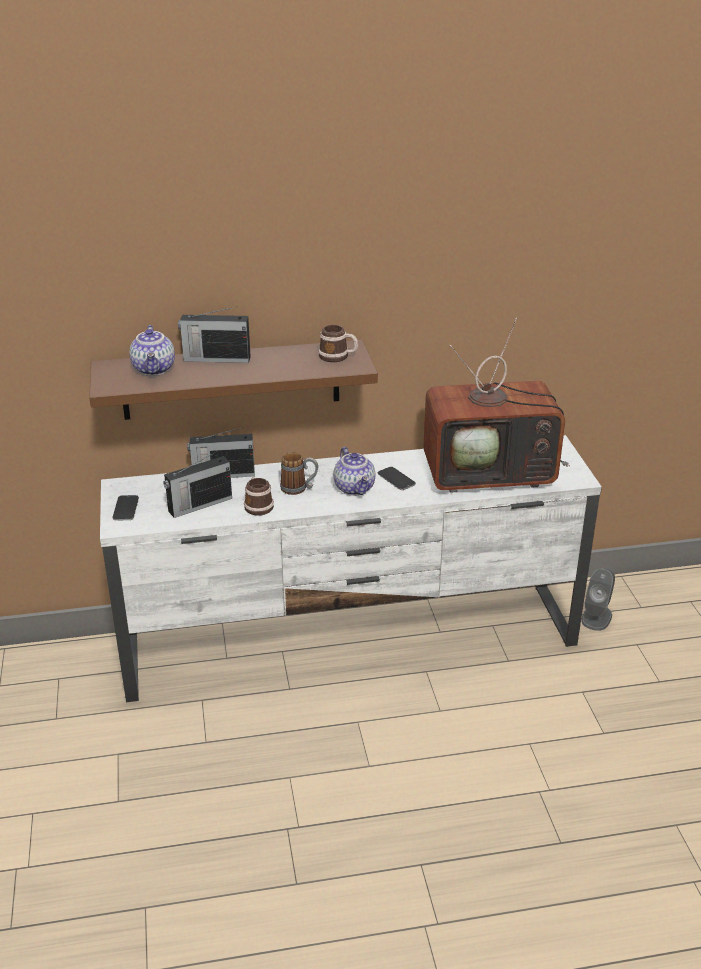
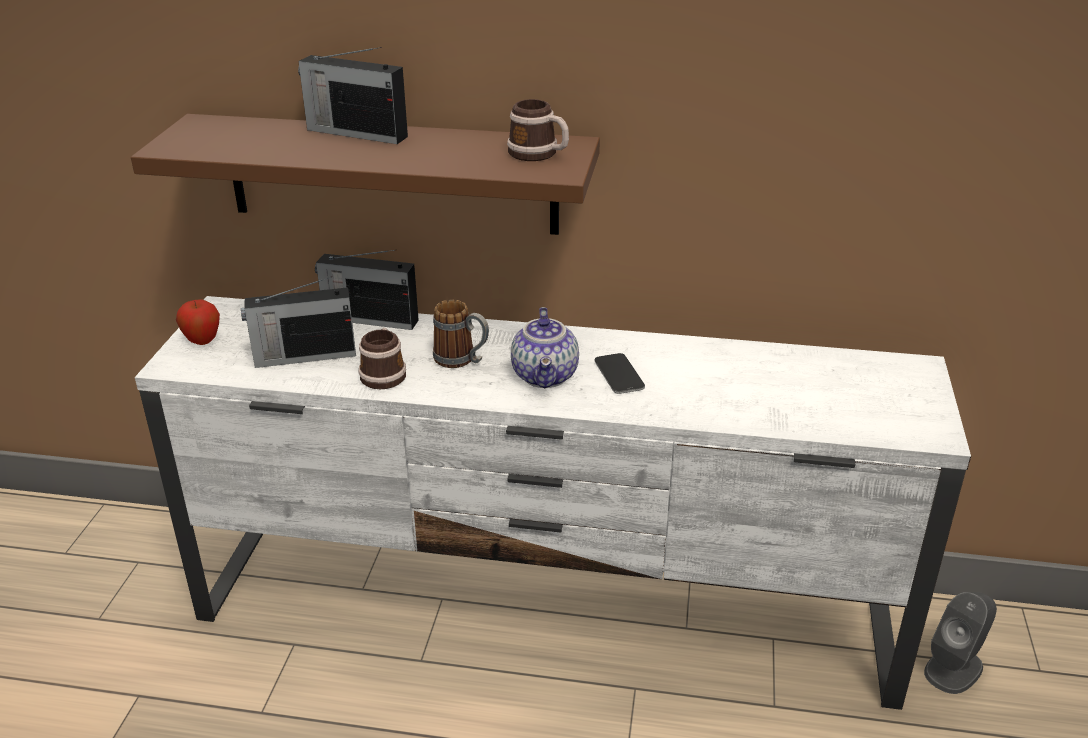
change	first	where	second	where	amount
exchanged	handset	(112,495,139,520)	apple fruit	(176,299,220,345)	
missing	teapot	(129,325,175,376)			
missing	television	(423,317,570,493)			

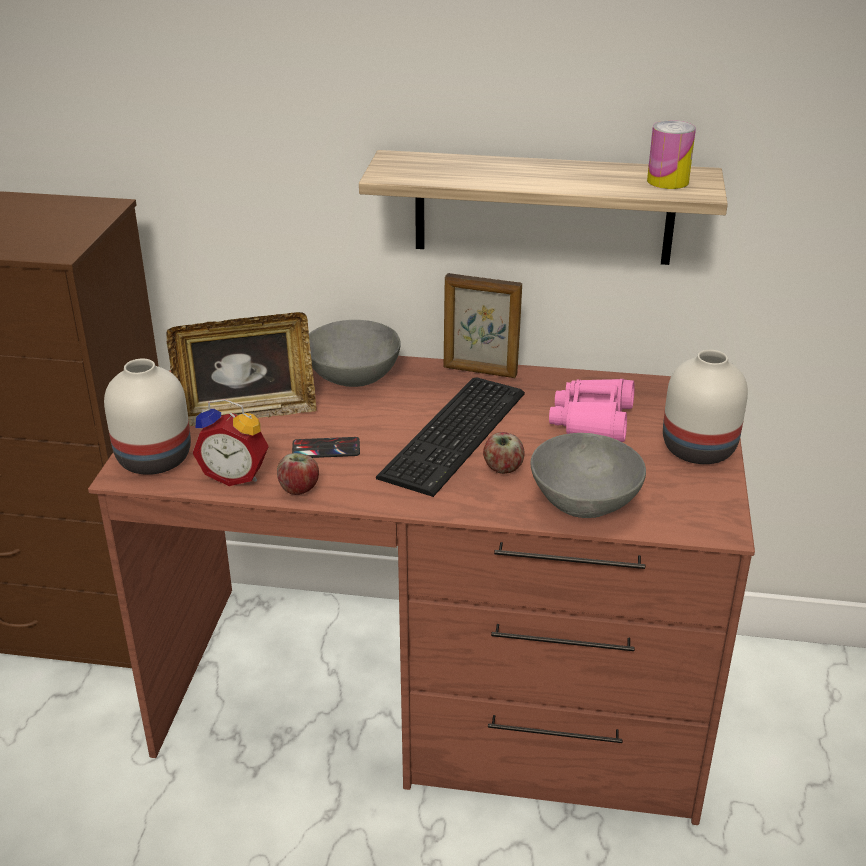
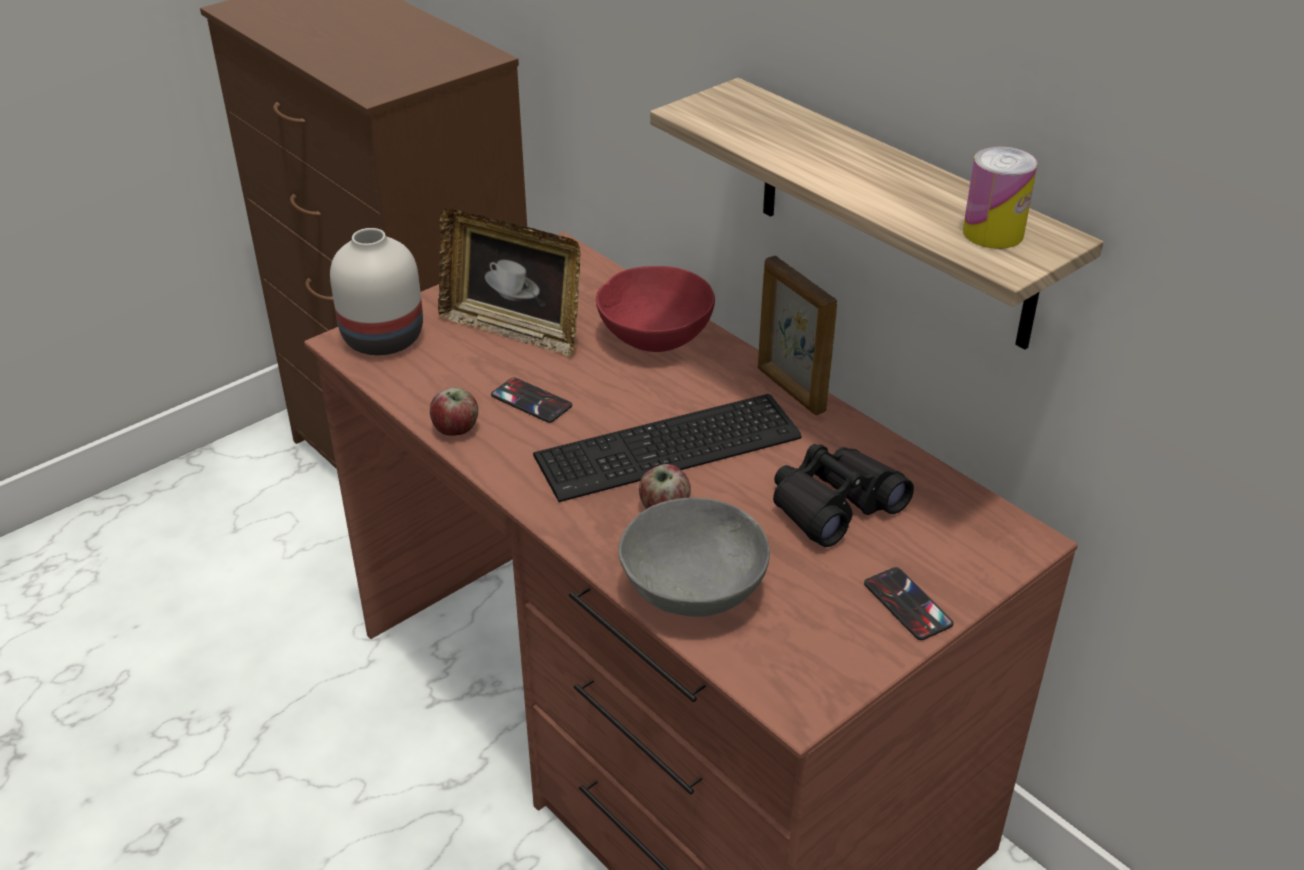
change	first	where	second	where	amount
colour	gray bowl	(309,320,401,387)	reddish bowl	(596,266,715,352)	
colour	pinkish binoculars	(549,379,634,442)	black-coloured binoculars	(773,444,914,547)	
exchanged	white vase	(663,350,748,464)	handset	(864,567,954,640)	
missing	table clock	(193,399,269,486)			

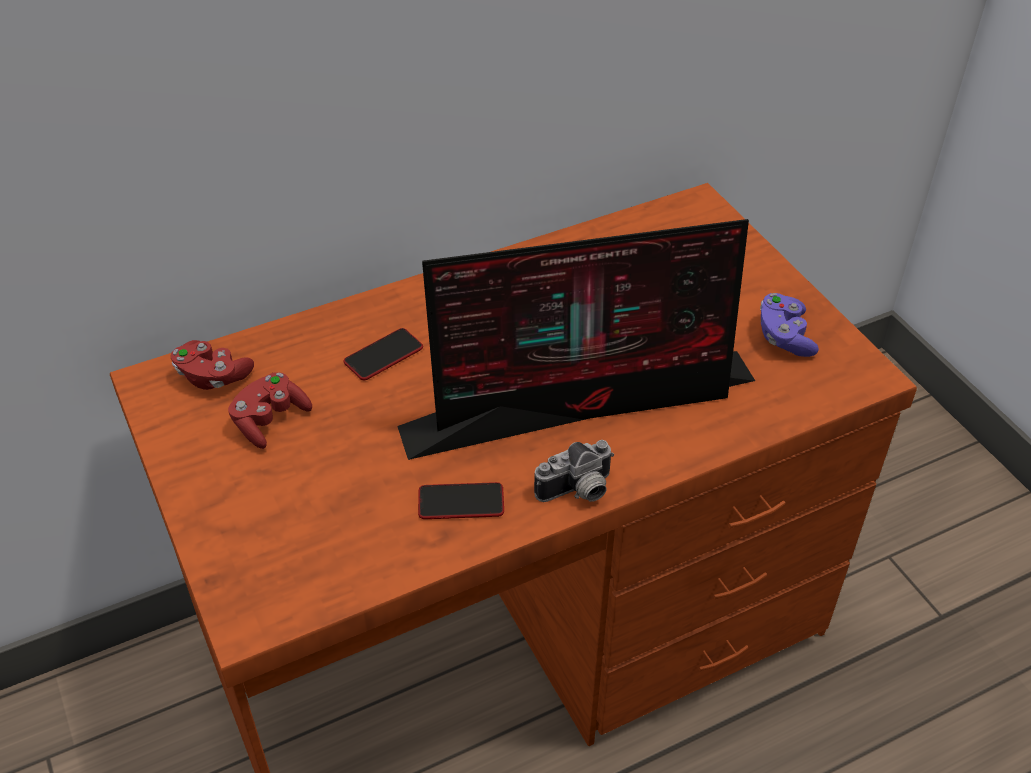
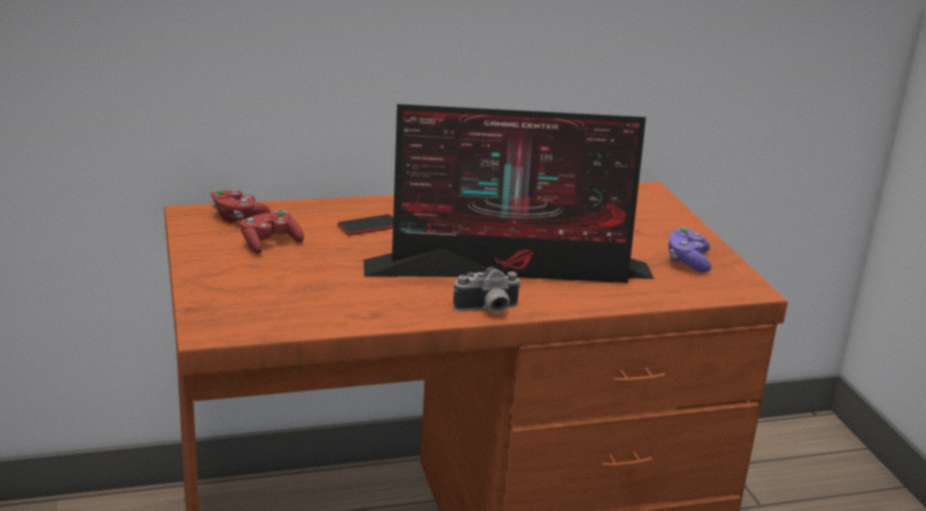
change	first	where	second	where	amount
missing	handset	(418,482,504,519)			

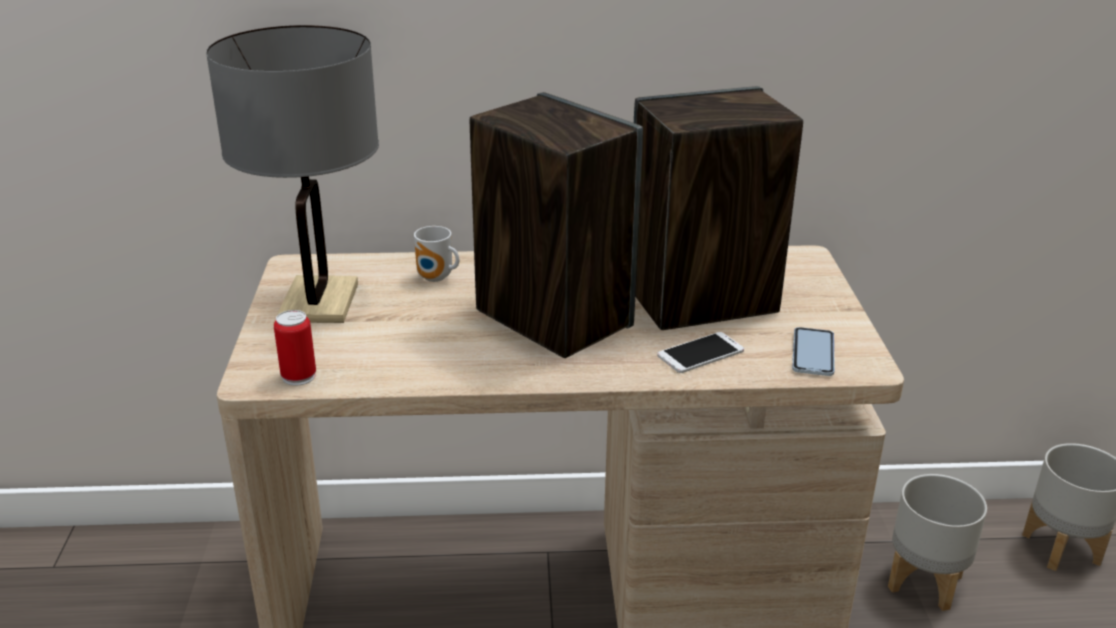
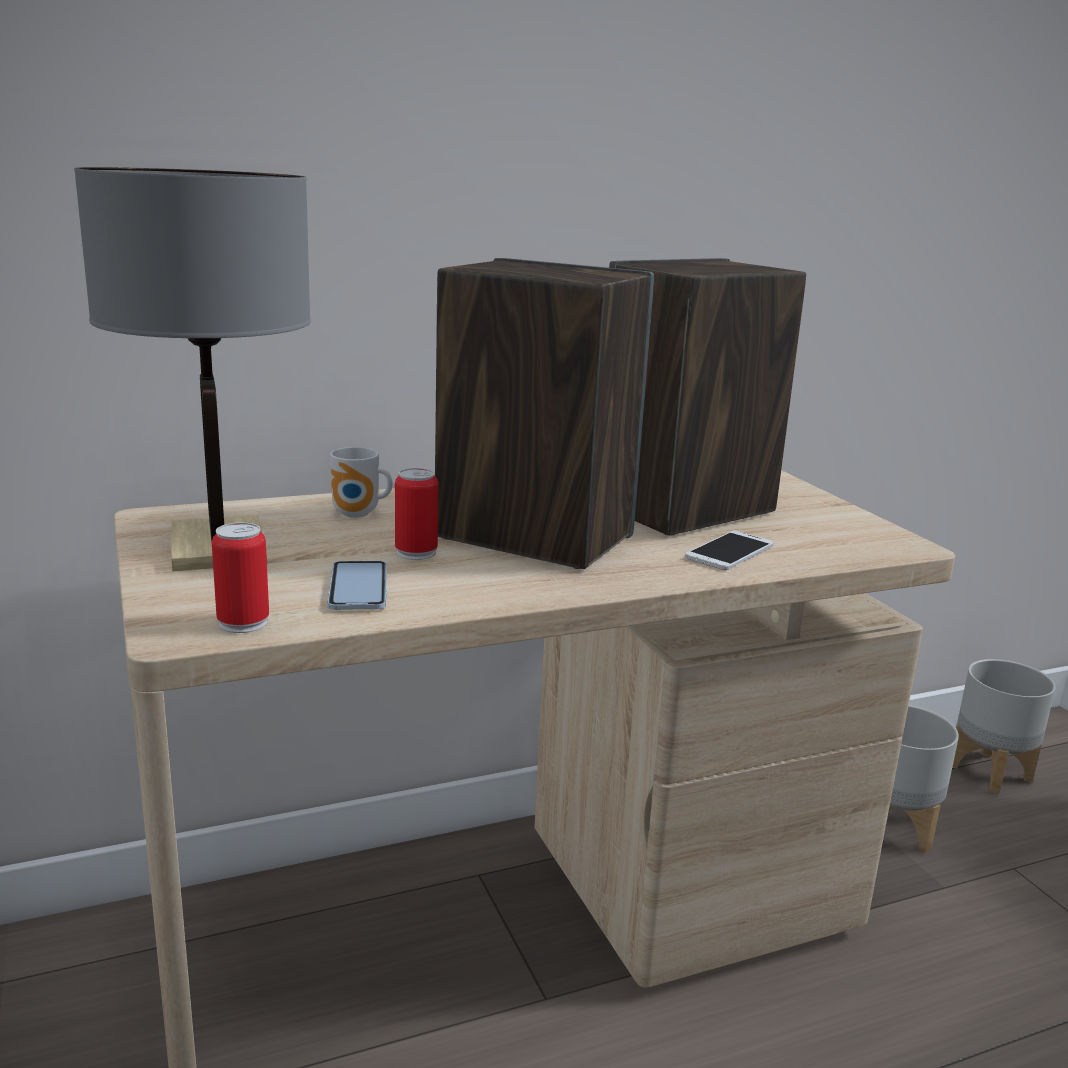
change	first	where	second	where	amount
relocated	handset	(792,327,835,376)		(327,561,387,610)	
appeared			metal can	(395,468,438,560)	

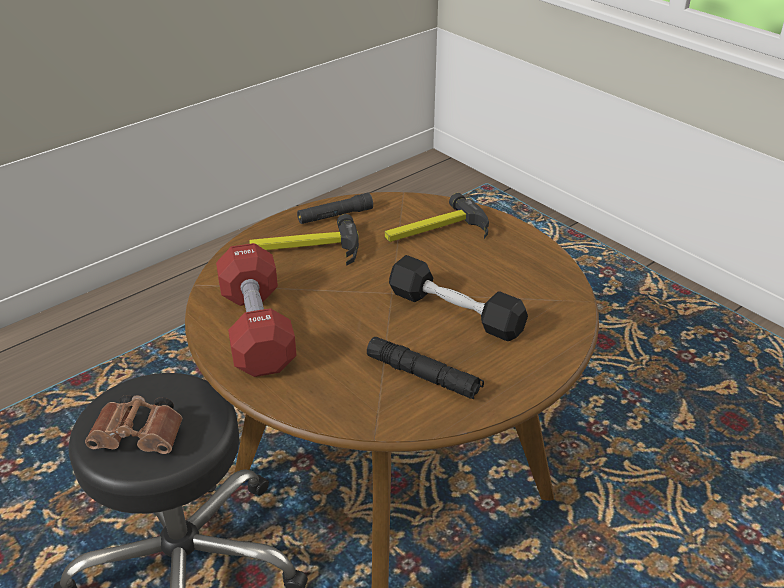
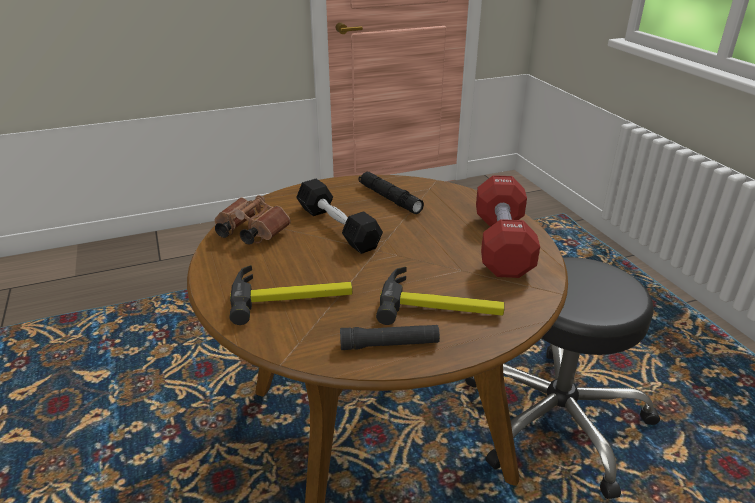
change	first	where	second	where	amount
relocated	brown binoculars	(85,395,182,454)		(215,195,291,245)	

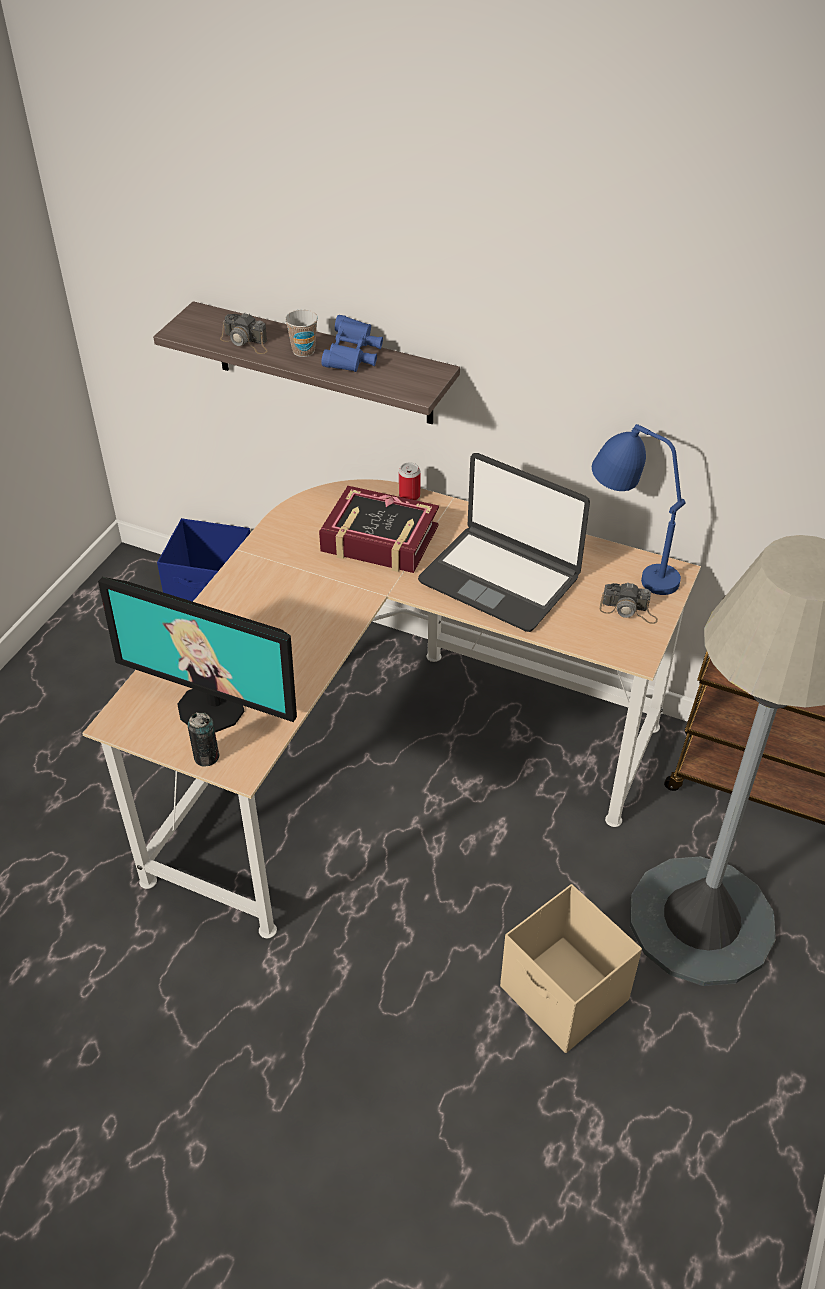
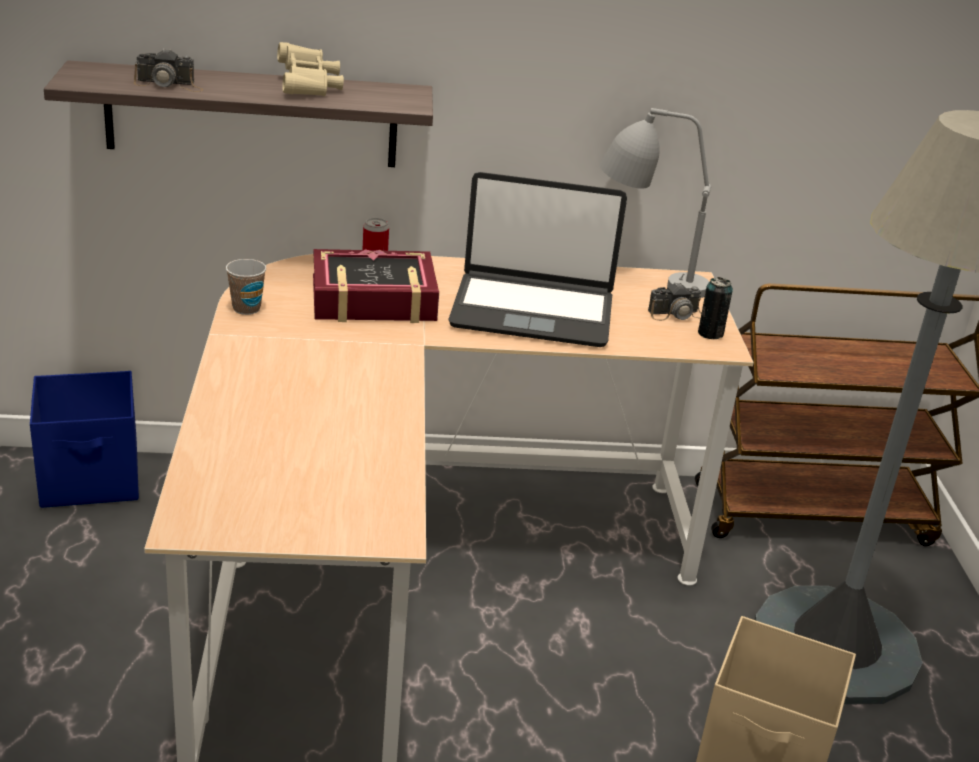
change	first	where	second	where	amount
relocated	cup	(285,309,318,357)		(226,259,267,315)	
colour	blue binoculars	(321,315,383,372)	sand-coloured binoculars	(277,42,344,96)	
colour	blue tabletop lamp	(592,424,686,595)	gray tabletop lamp	(599,108,711,298)	
relocated	metal can	(188,712,219,767)		(698,277,733,339)	
missing	computer screen	(98,577,297,732)			

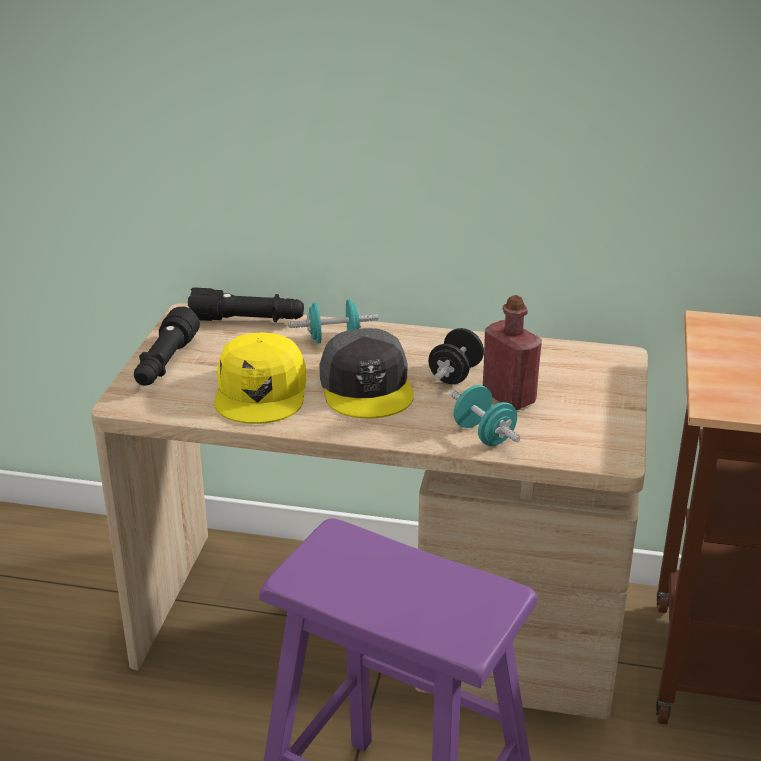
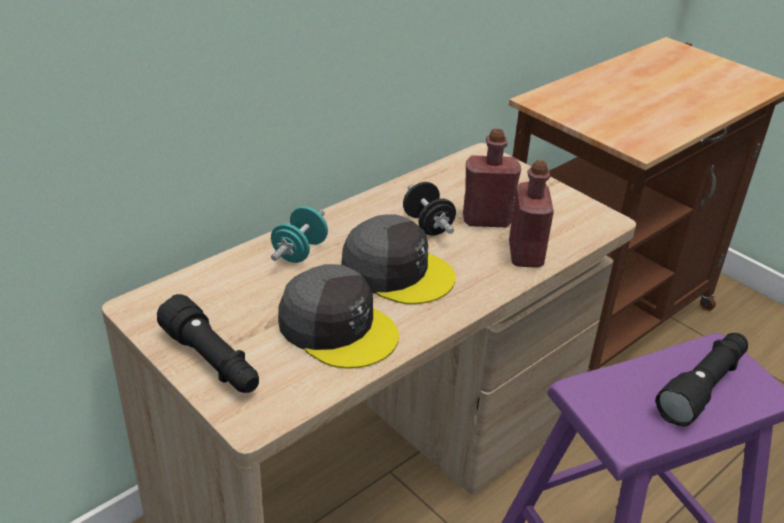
change	first	where	second	where	amount
colour	yellow-coloured peaked cap	(214,332,306,424)	gray peaked cap	(278,264,399,368)	
exchanged	turquoise free weight	(451,385,520,446)	reddish beverage bottle	(509,160,554,268)	
relocated	black-coloured torch	(188,288,304,322)		(655,333,748,427)	

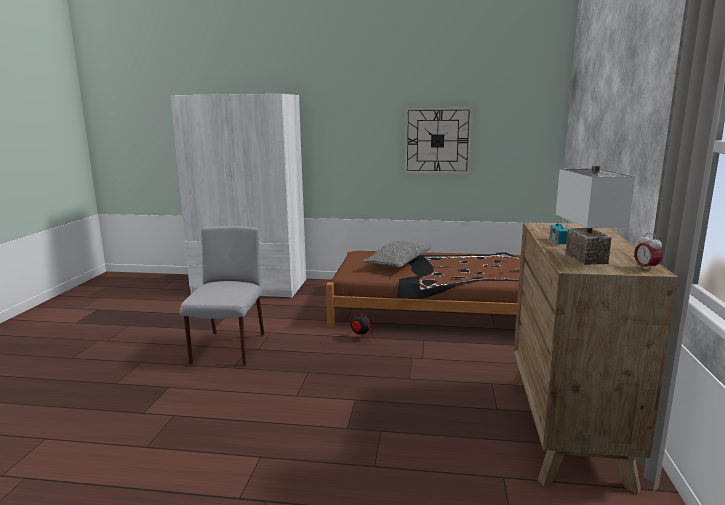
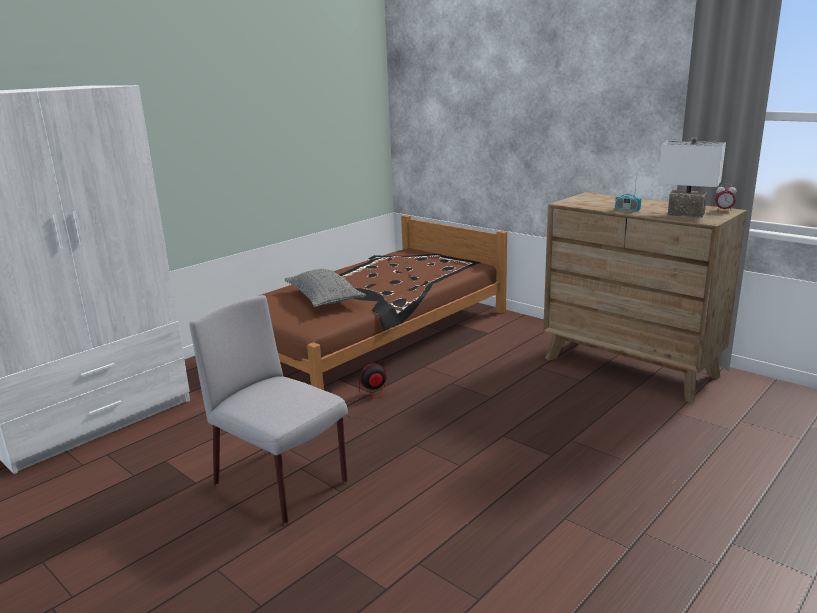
change	first	where	second	where	amount
missing	wall clock	(405,107,472,174)			

